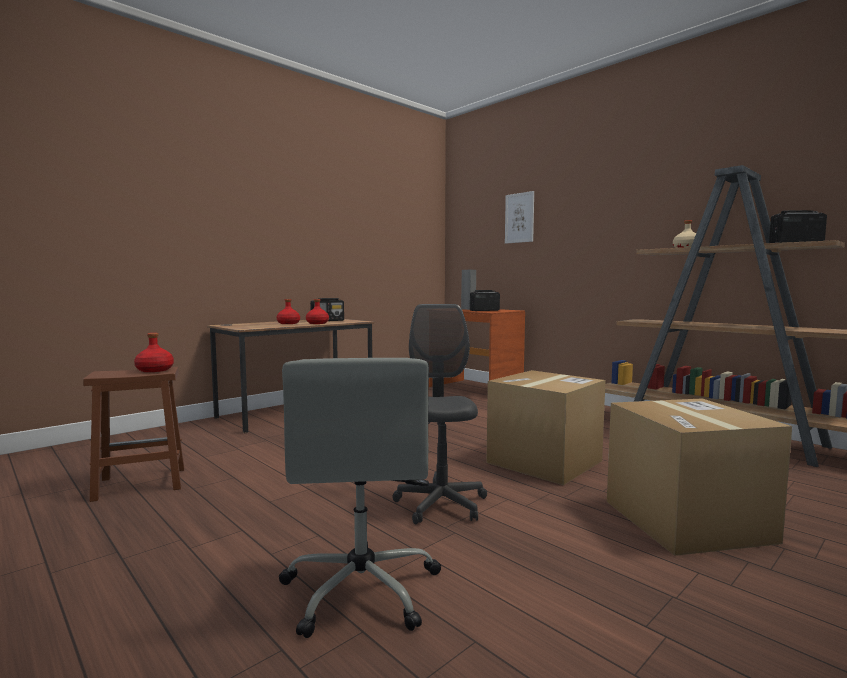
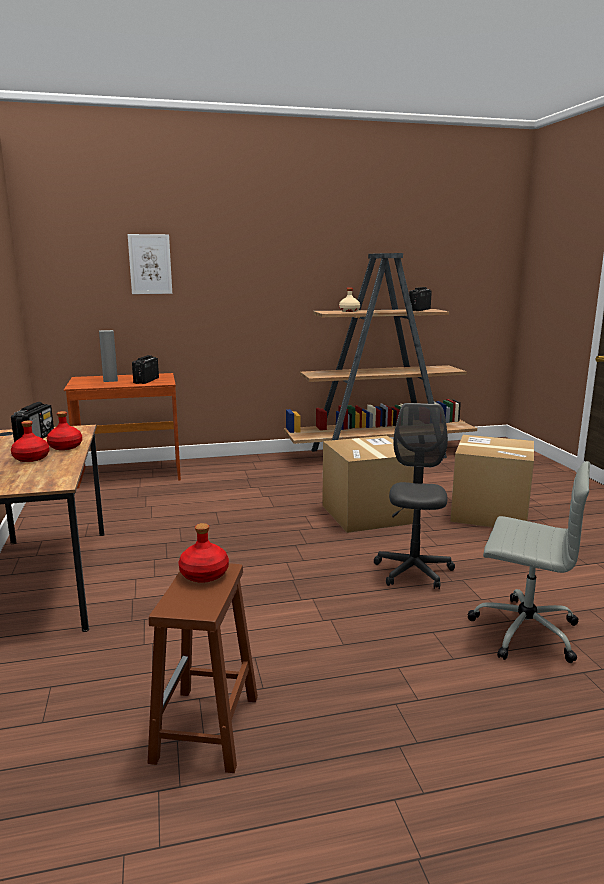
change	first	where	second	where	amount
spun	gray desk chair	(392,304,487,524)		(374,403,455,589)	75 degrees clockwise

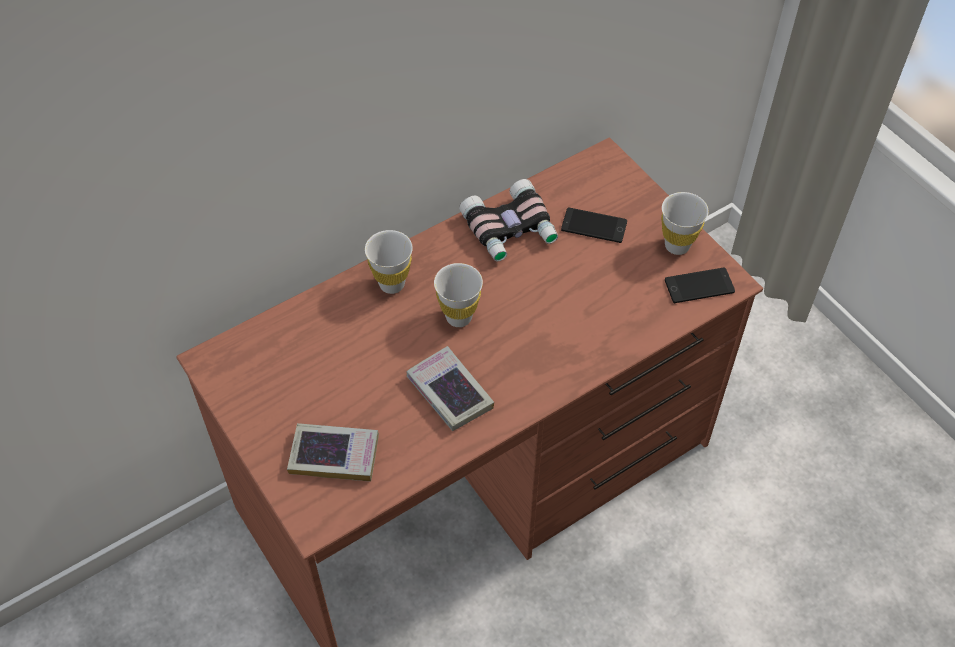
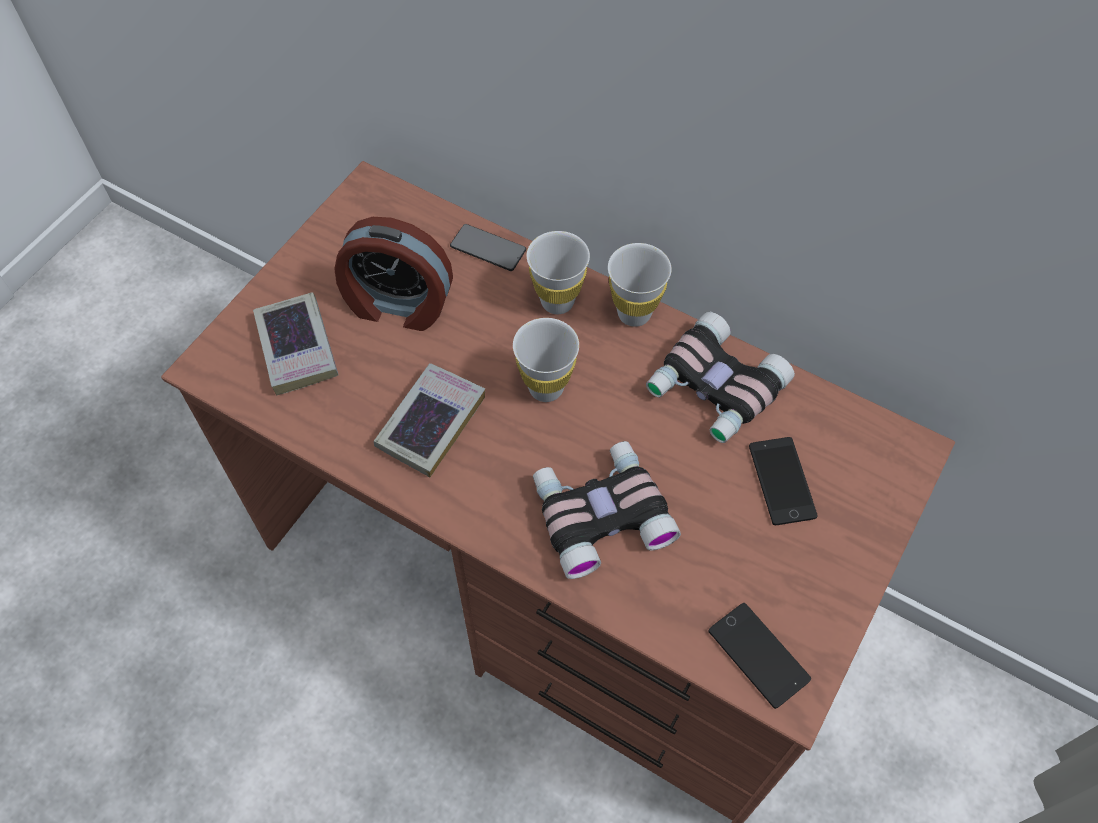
change	first	where	second	where	amount
appeared			table clock	(334,217,453,331)	
appeared			handset	(450,224,526,271)	
appeared			binoculars	(533,441,681,579)	
relocated	white cup	(661,192,709,255)		(608,243,672,327)	

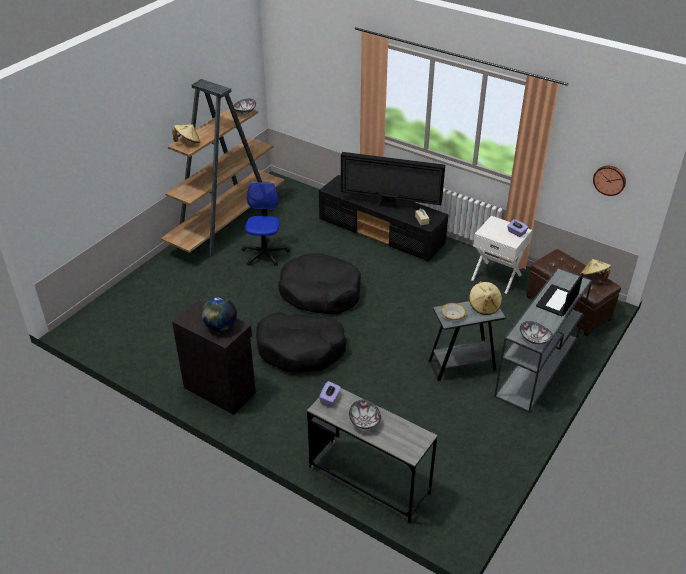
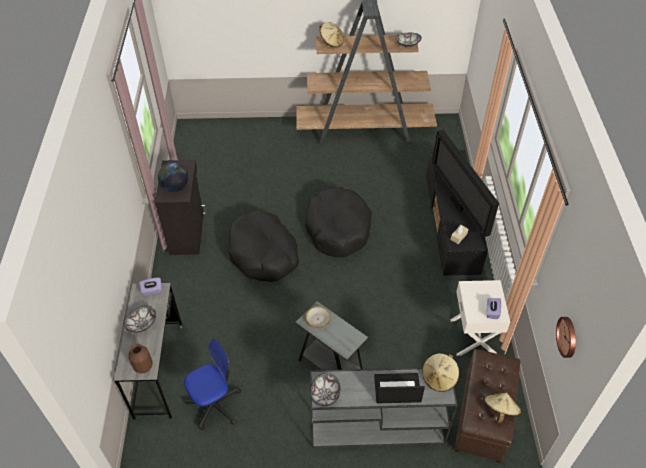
change	first	where	second	where	amount
appeared			brown vase	(128,344,153,373)	
relocated	desk chair	(242,182,290,266)		(184,338,241,430)	
relocated	sand-coloured wearable hat	(469,281,502,315)		(422,353,459,392)	

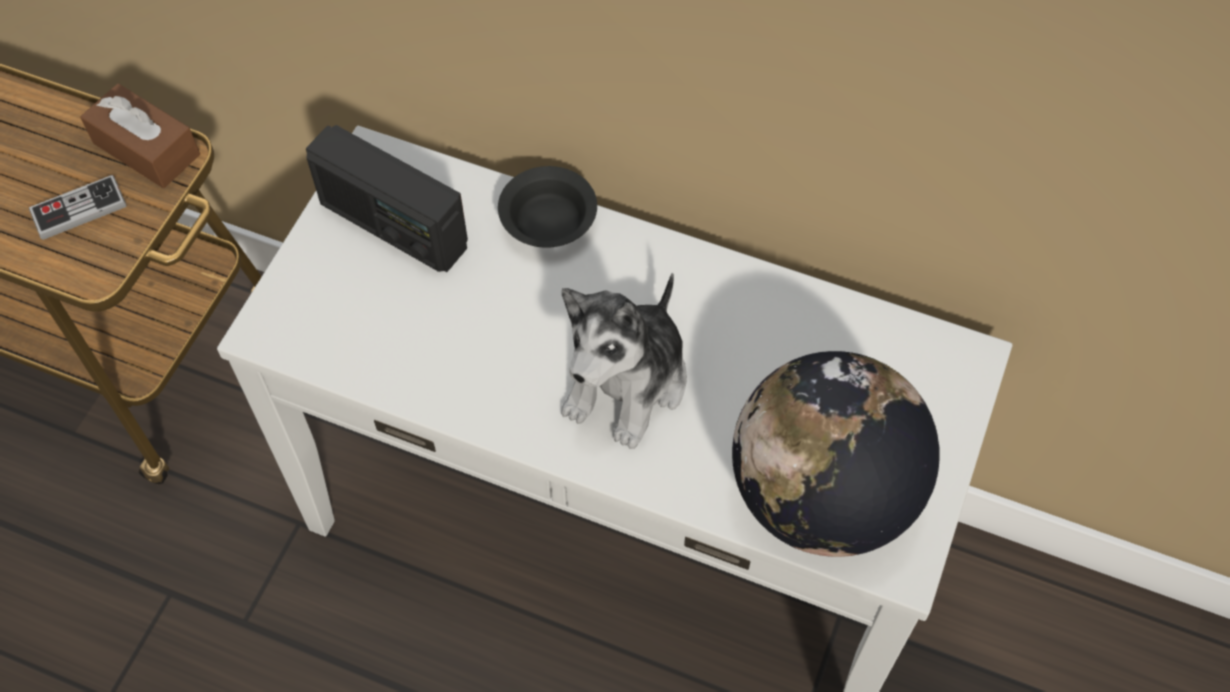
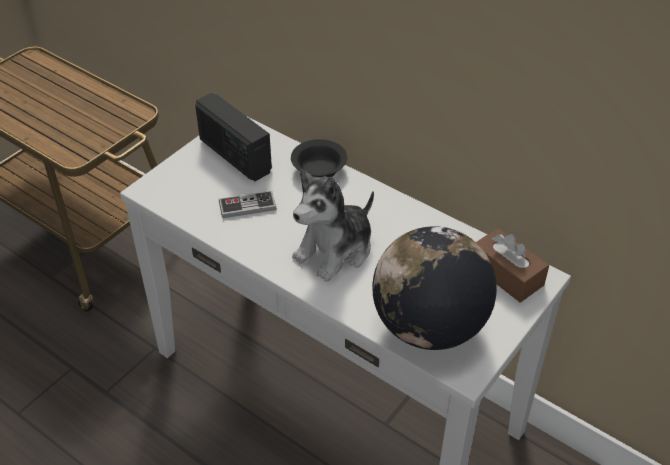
change	first	where	second	where	amount
relocated	joypad	(29,175,127,240)		(219,191,276,218)	
relocated	brown tissue holder	(80,84,200,188)		(476,228,549,303)	

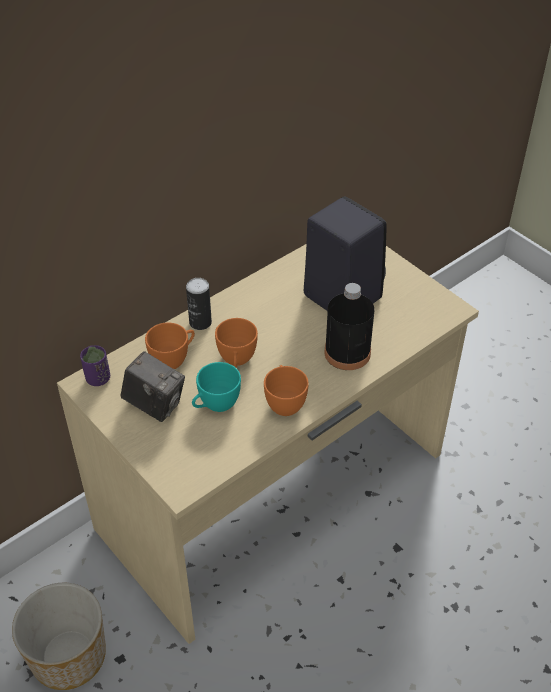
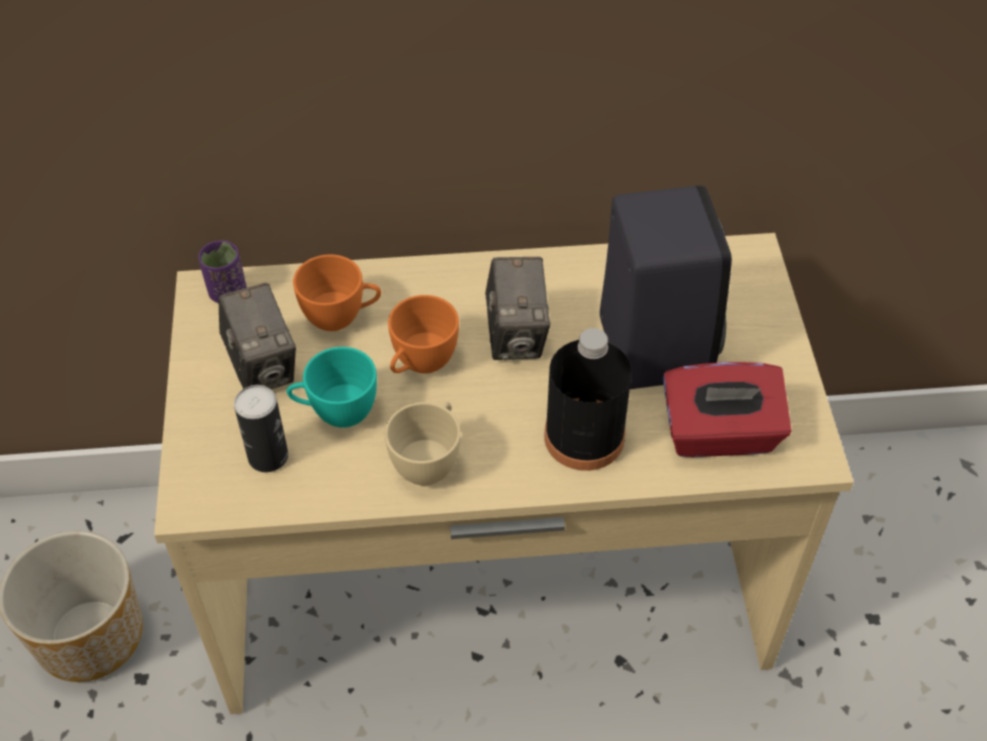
change	first	where	second	where	amount
relocated	metal can	(186,278,212,330)		(234,385,288,472)	
colour	orange cup	(264,365,309,416)	sand-coloured cup	(385,402,461,485)	
appeared			photo camera	(485,257,550,360)	
appeared			reddish tissue holder	(663,362,791,457)	

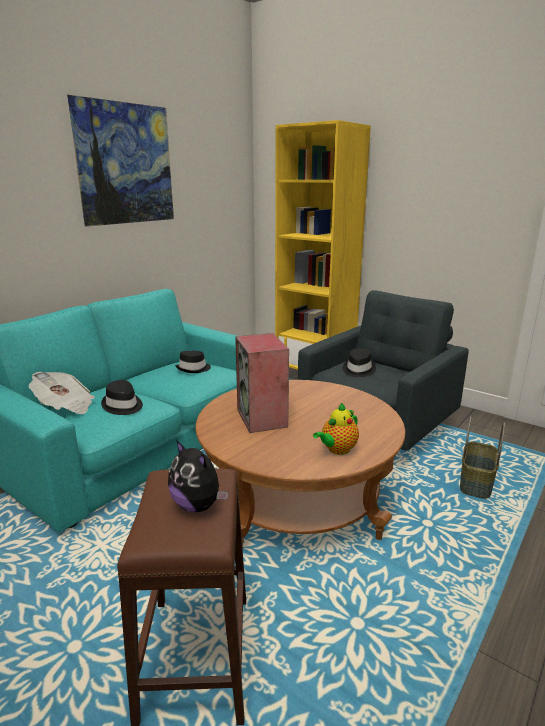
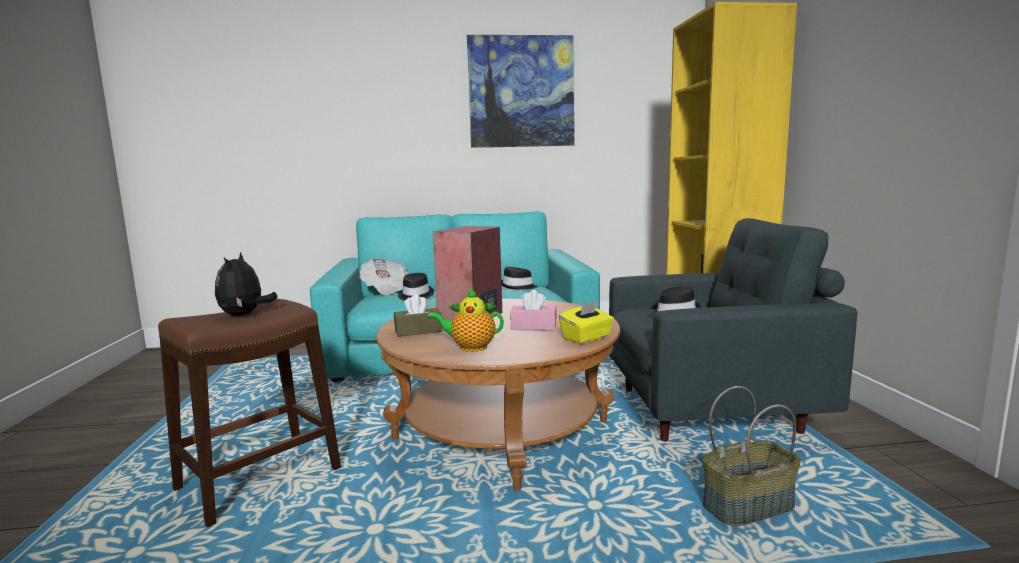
change	first	where	second	where	amount
appeared			brown tissue holder	(394,294,442,337)	
appeared			pinkish tissue holder	(510,290,557,331)	
appeared			yellow-coloured tissue holder	(559,300,614,344)	

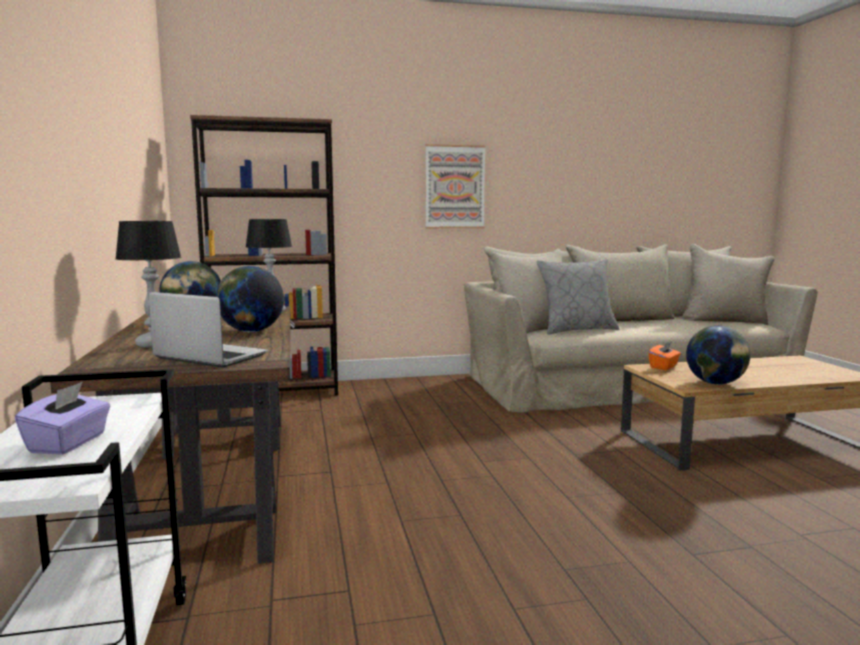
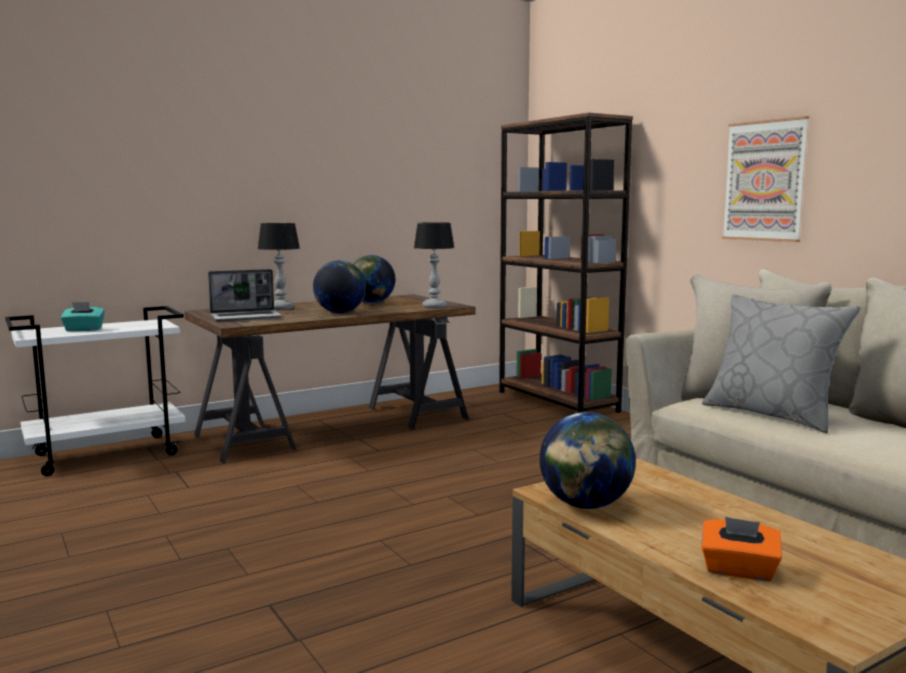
change	first	where	second	where	amount
colour	purple-coloured tissue holder	(15,382,110,455)	turquoise tissue holder	(61,302,105,332)	
spun	portable computer	(148,292,269,367)		(208,269,282,322)	60 degrees clockwise
relocated	orange tissue holder	(649,341,681,370)		(701,517,782,582)	

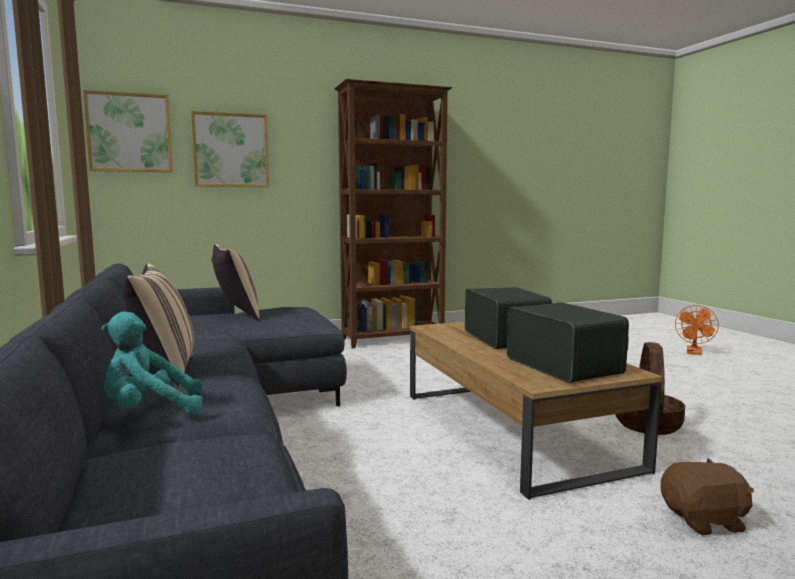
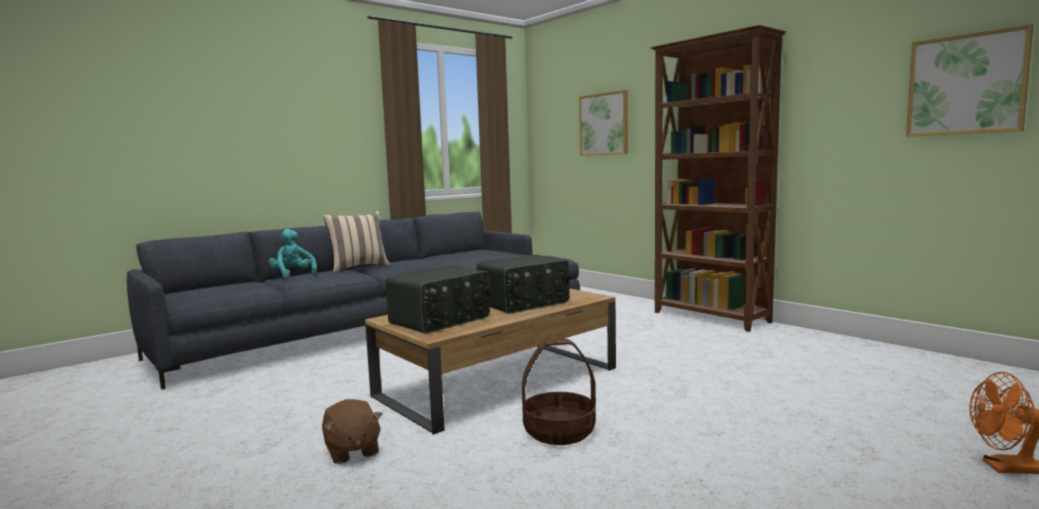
change	first	where	second	where	amount
relocated	picture	(83,90,173,172)		(906,24,1034,137)	
missing	sand-coloured cushion	(211,244,259,320)			

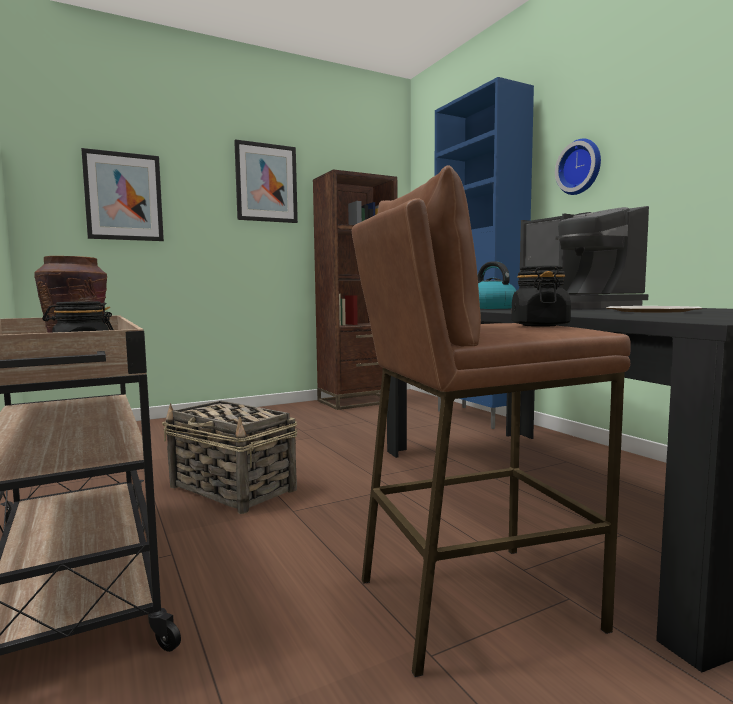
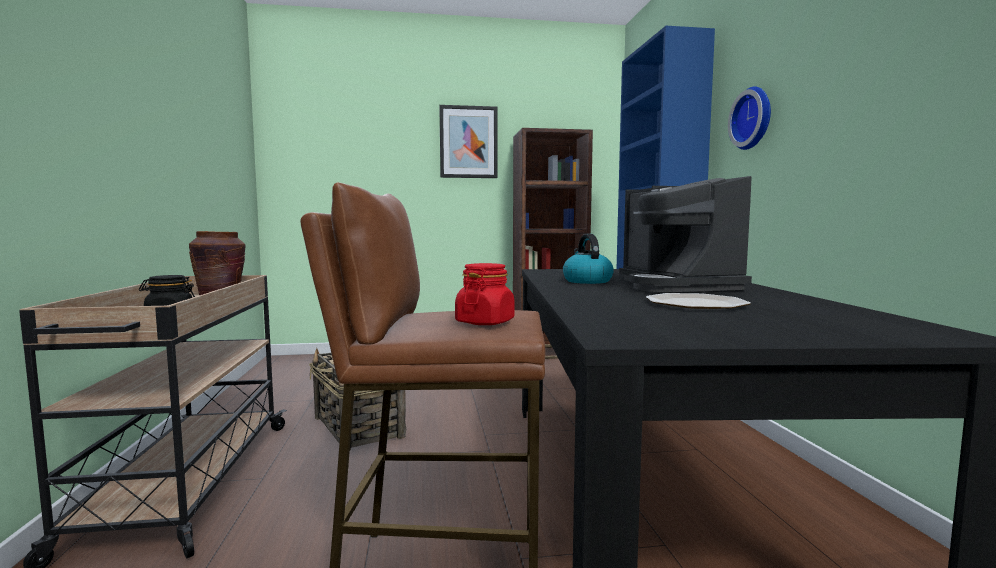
change	first	where	second	where	amount
colour	black-coloured jar	(511,265,571,327)	reddish jar	(455,263,515,325)	
missing	picture	(81,148,164,241)			

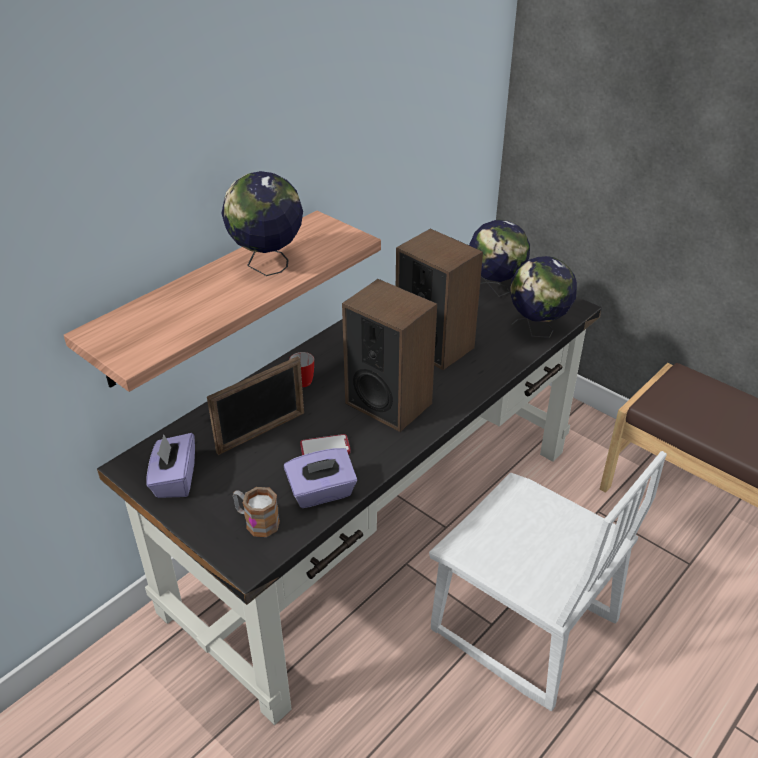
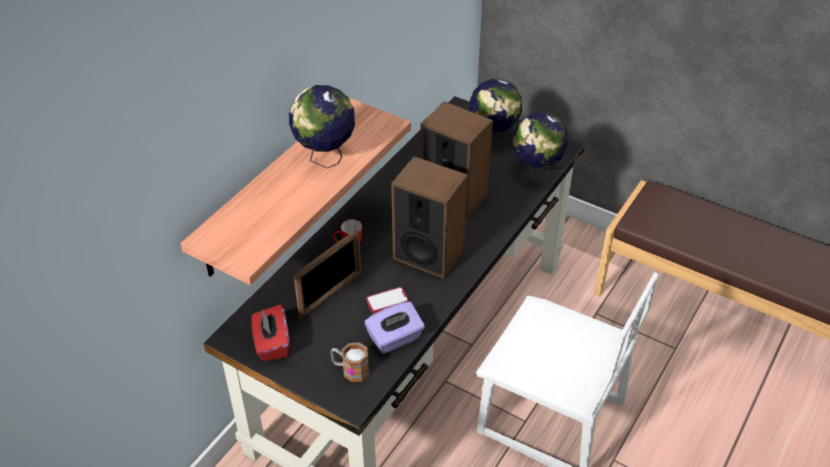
change	first	where	second	where	amount
colour	purple-coloured tissue holder	(146,433,195,498)	reddish tissue holder	(251,304,290,361)	

